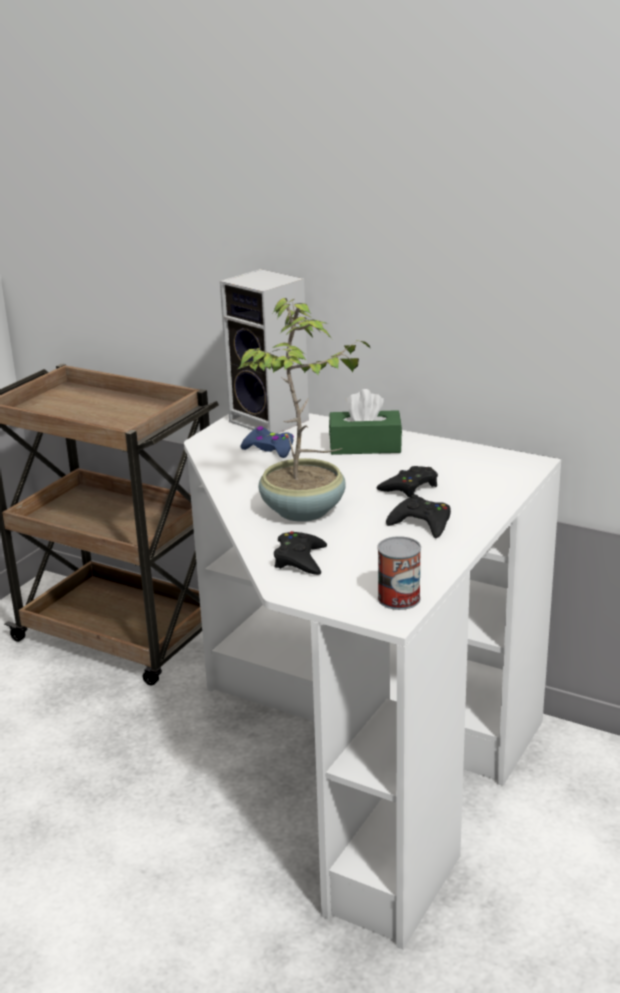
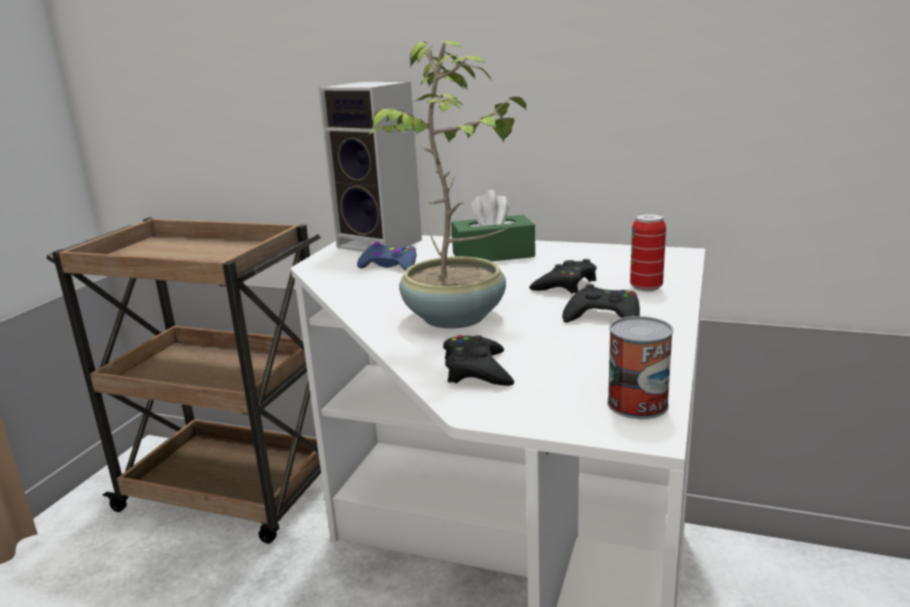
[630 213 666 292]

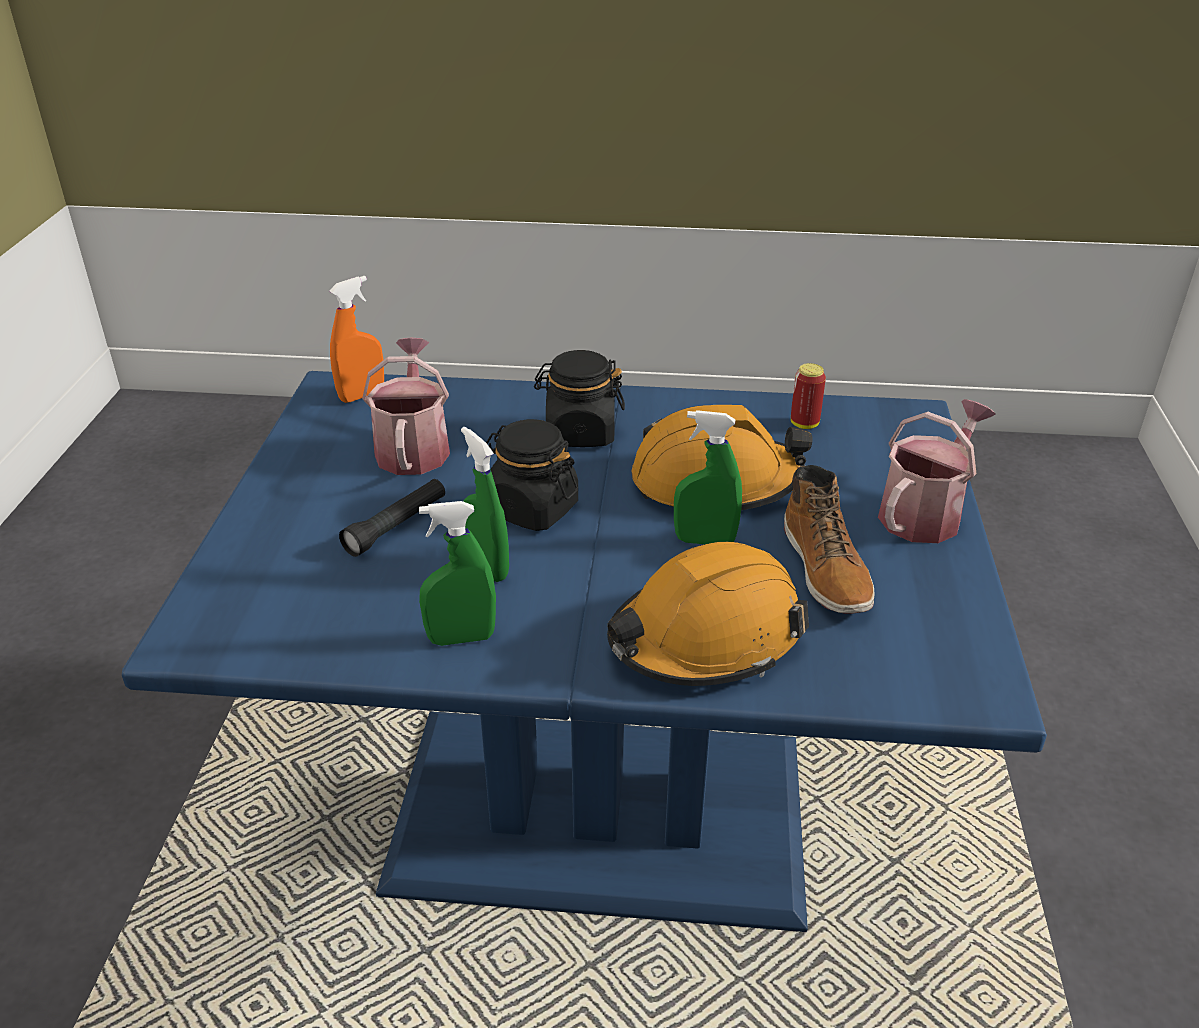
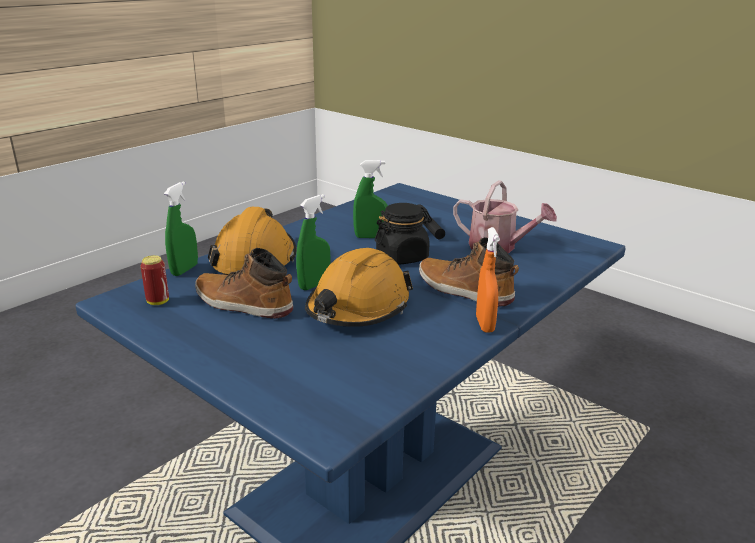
[141 255 169 305]
[164 182 198 276]
[419 237 519 306]
[476 227 500 333]
[878 399 996 543] (first image)

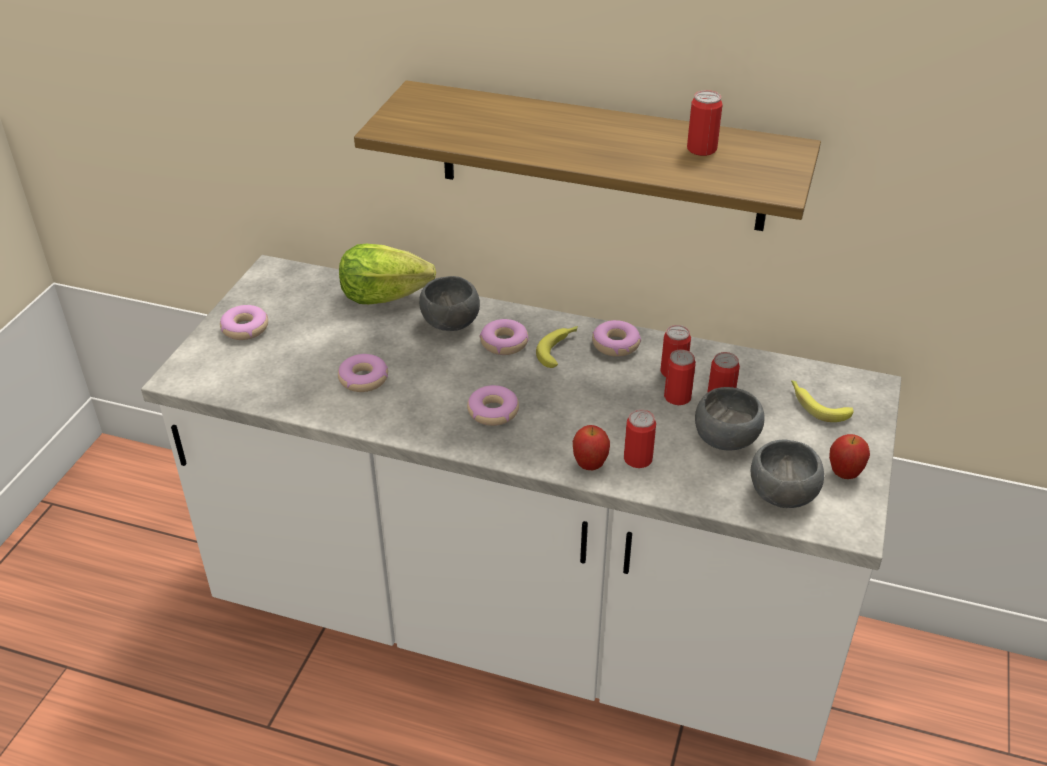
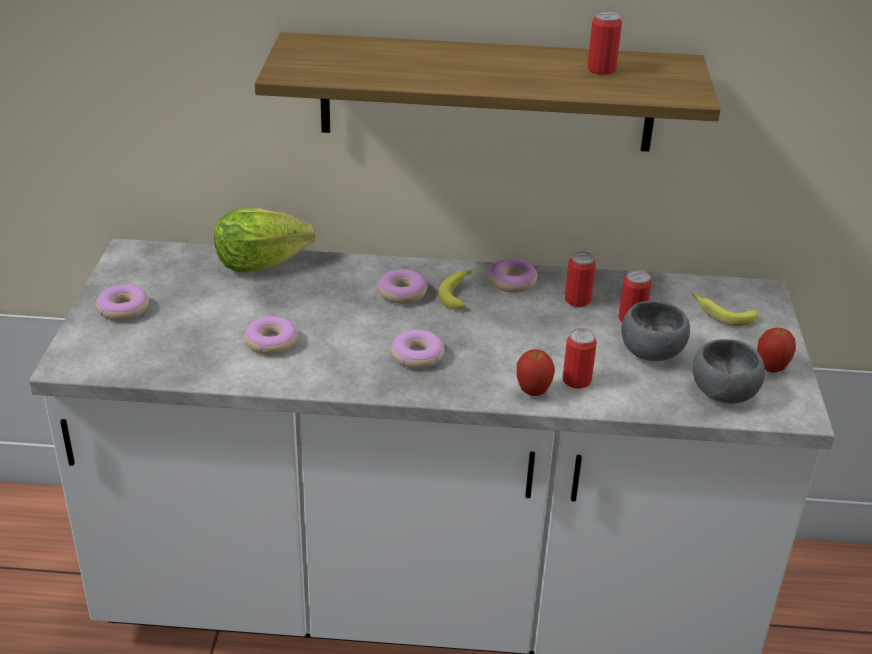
[419 276 480 331] (first image)
[664 349 696 405] (first image)

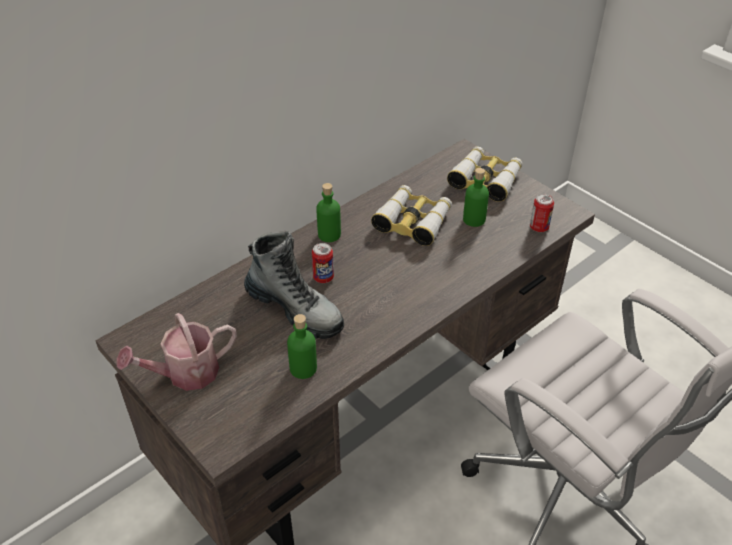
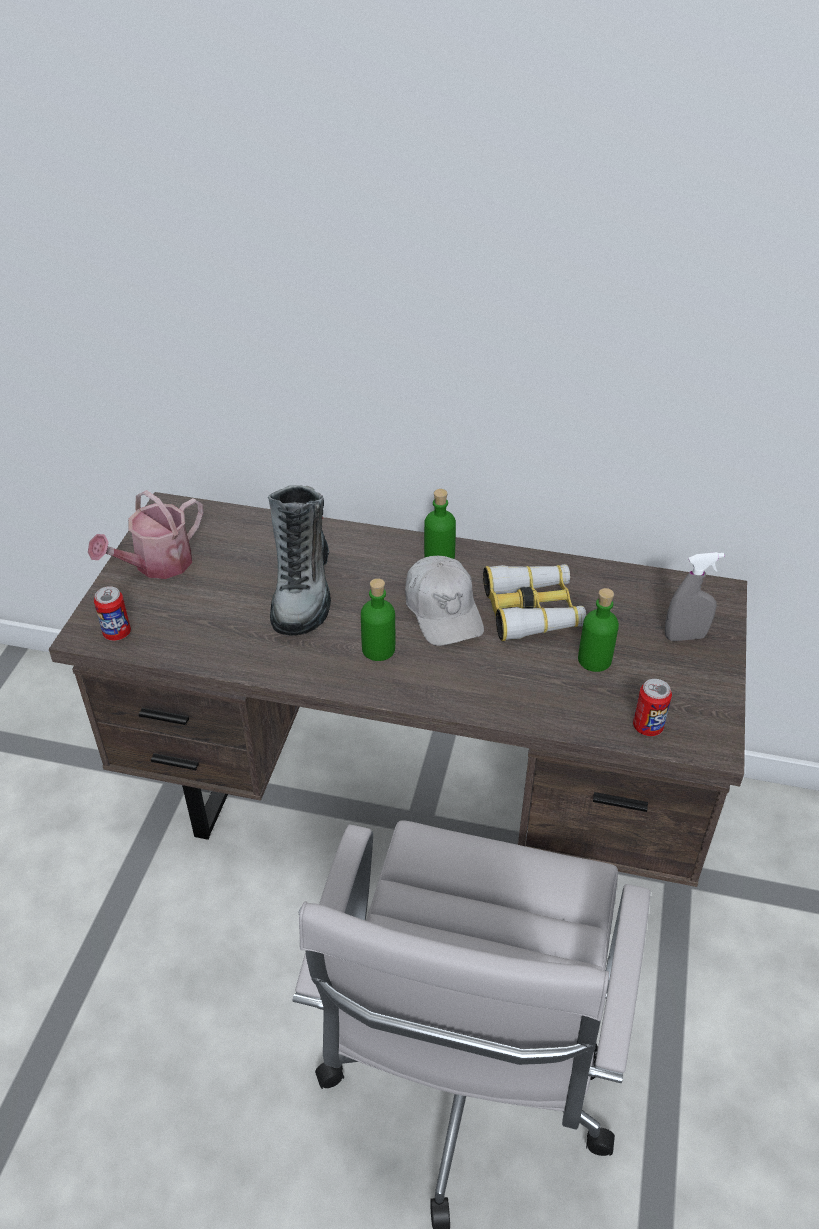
[88 490 204 579]
[94 586 131 641]
[361 578 395 661]
[405 556 484 646]
[665 552 724 641]

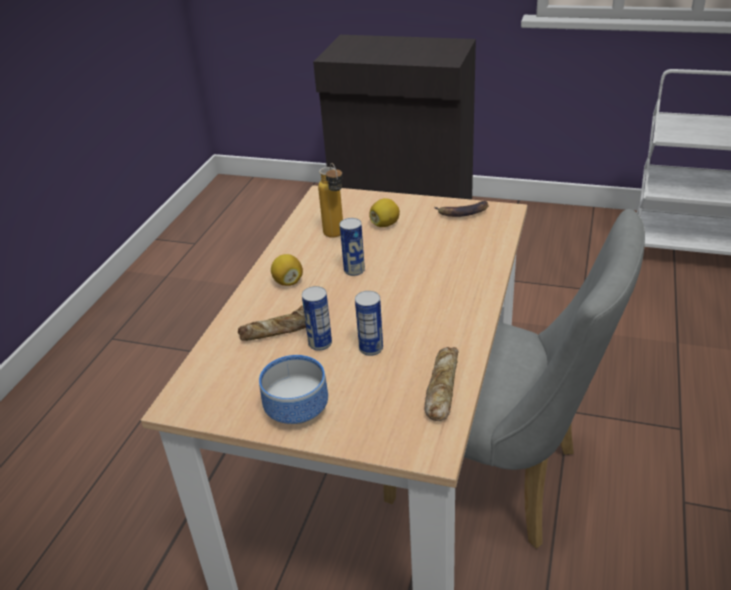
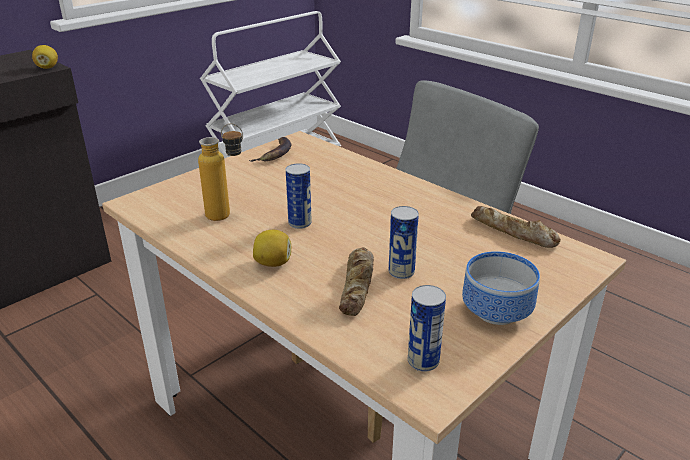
[32 45 58 69]
[408 285 446 372]

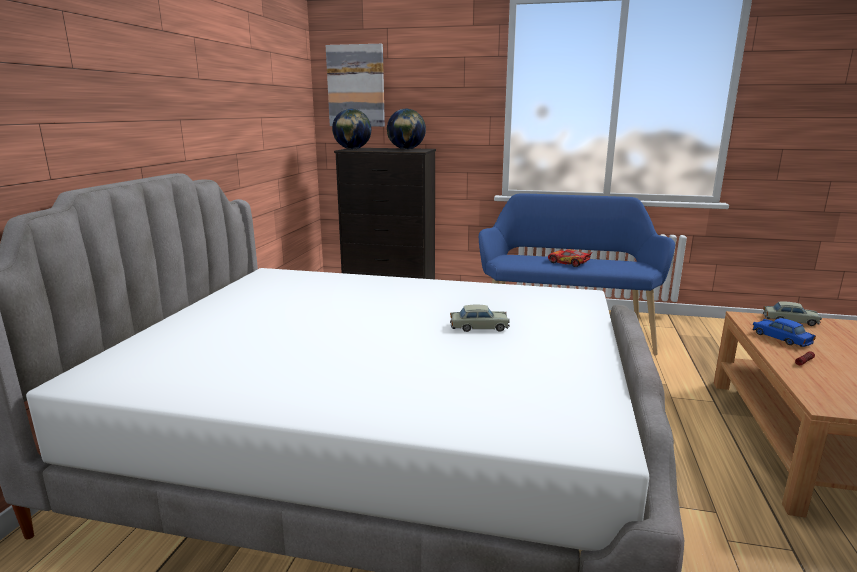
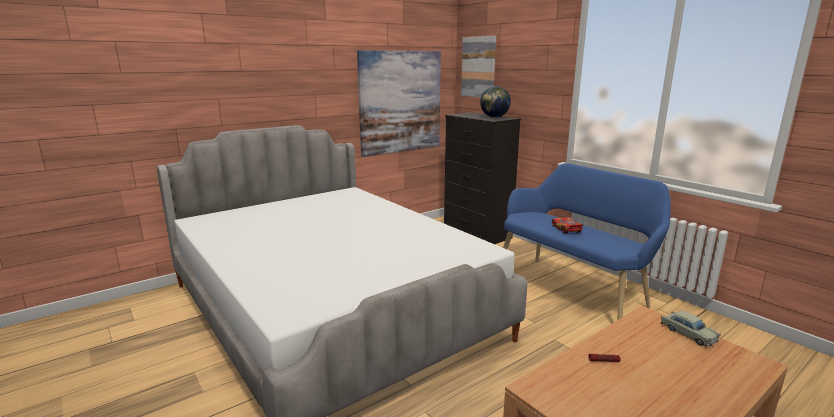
[357 50 441 157]
[332 109 371 149] (first image)
[450 305 510 332] (first image)
[753 318 816 347] (first image)

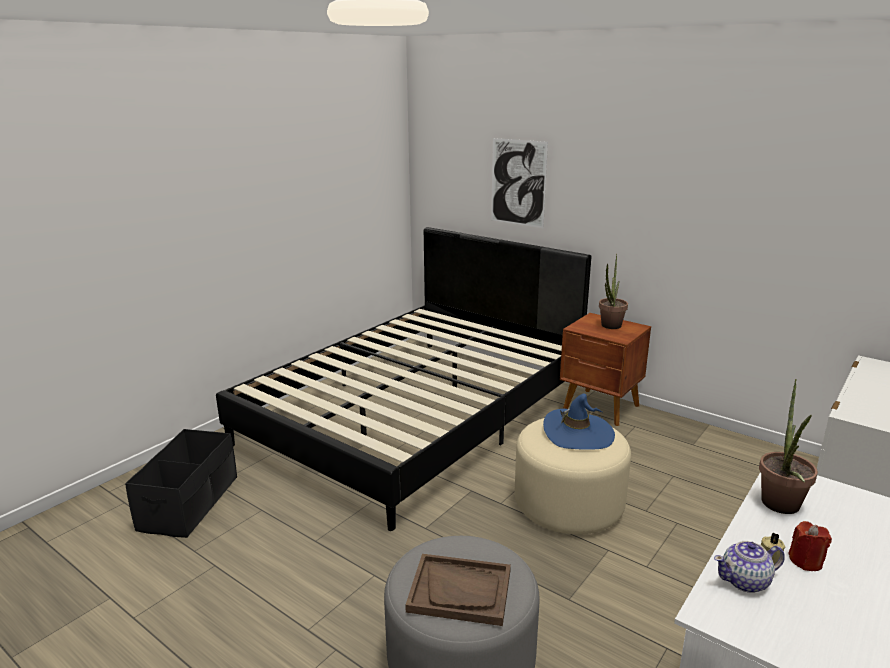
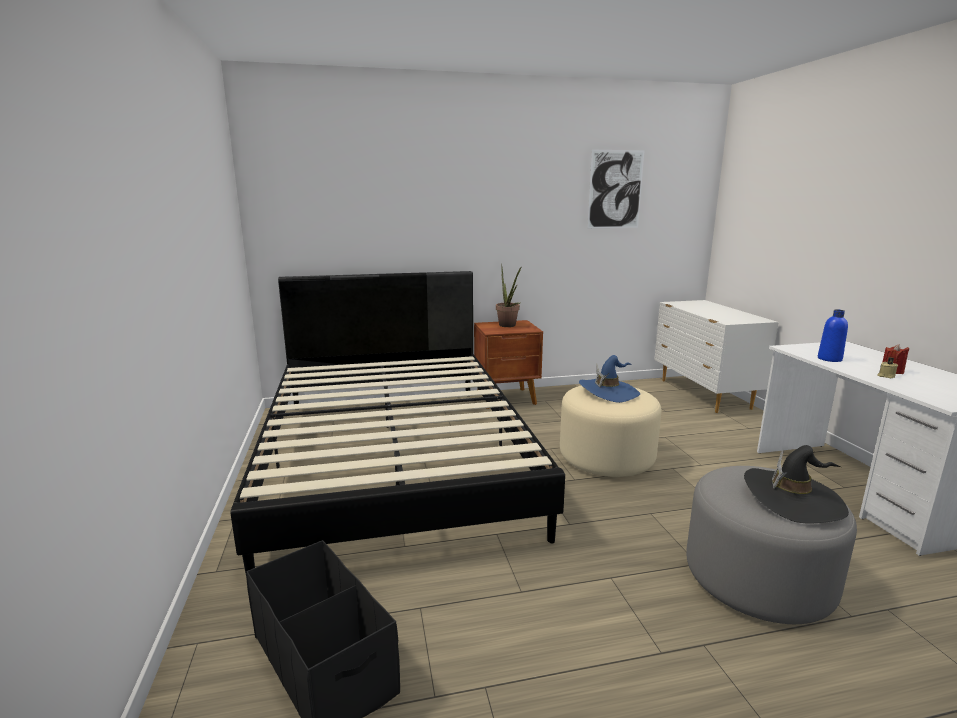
[587 150 645 228]
[744 445 849 523]
[818 309 848 362]
[714 541 785 593] (first image)

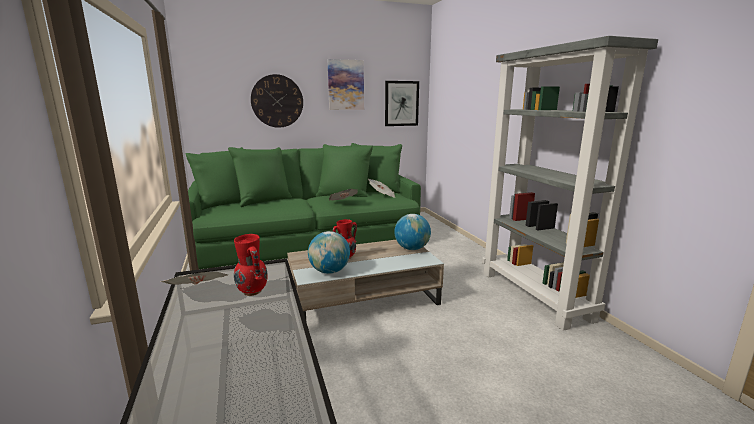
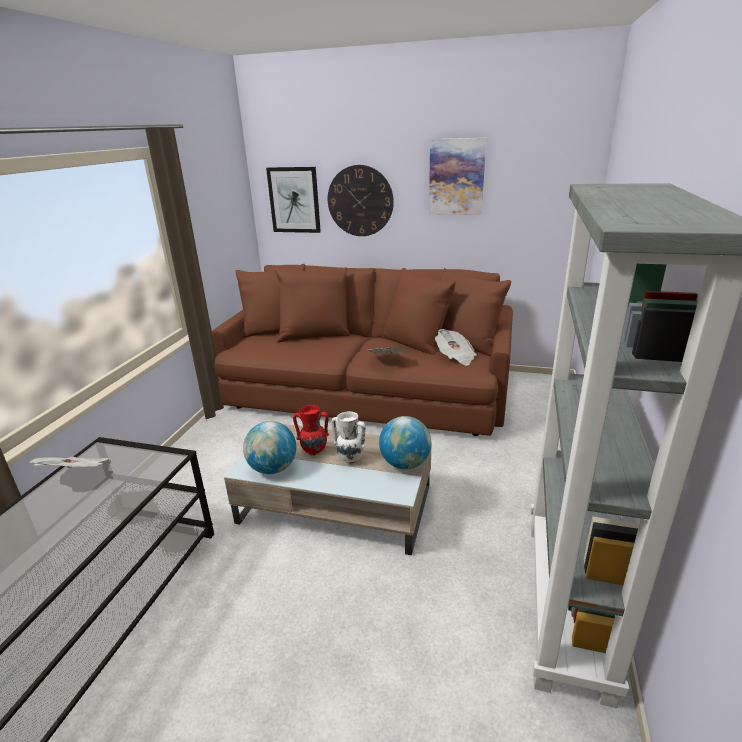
[212 264 513 436]
[266 167 321 233]
[331 411 366 464]
[234 234 268 296] (first image)

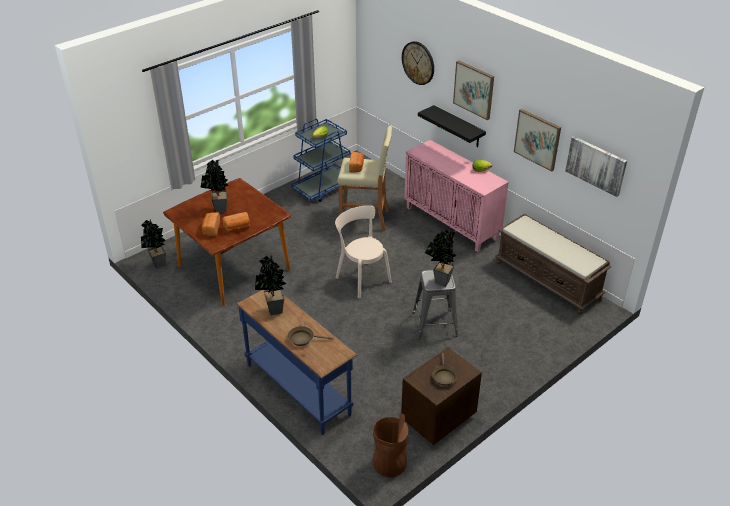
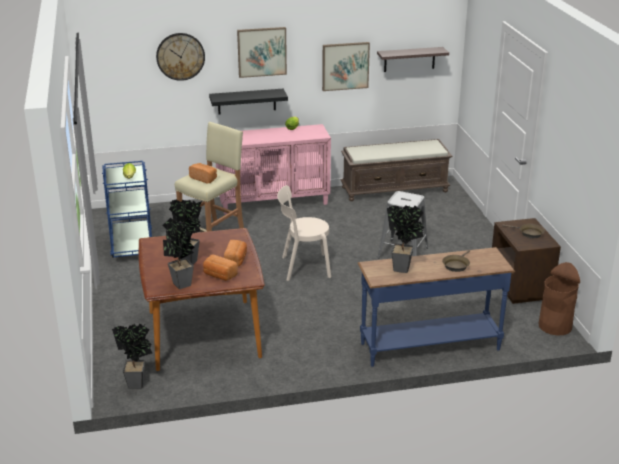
[162 218 195 289]
[377 47 449 72]

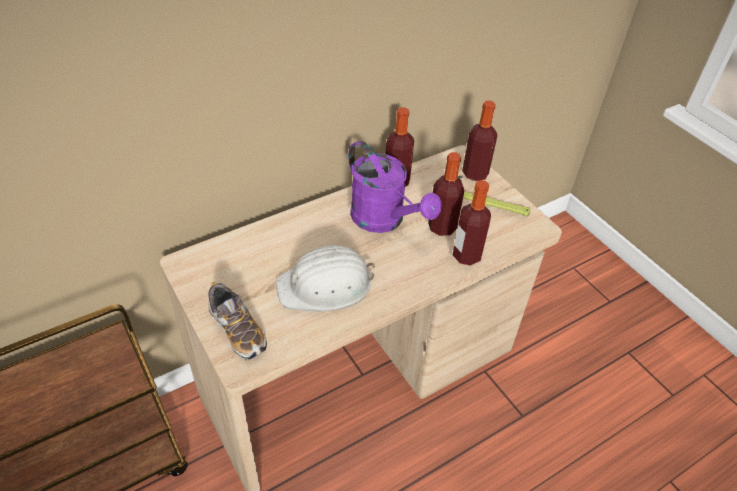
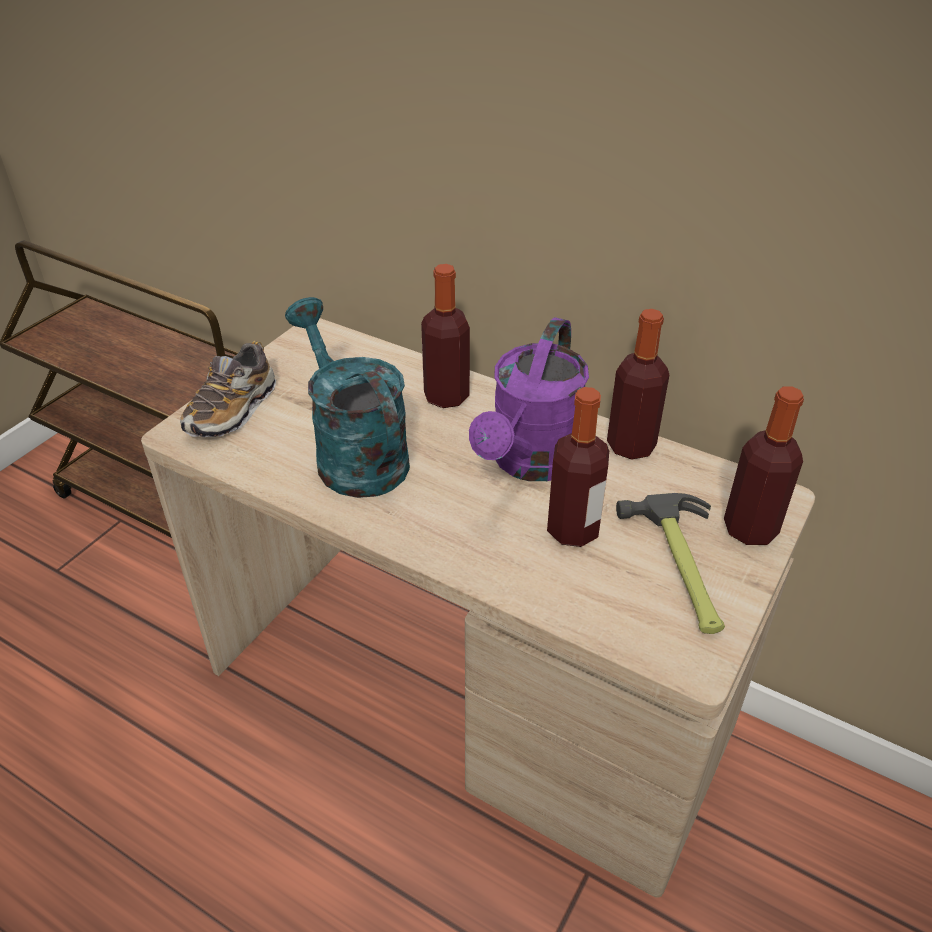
[285 297 410 498]
[421 264 470 408]

